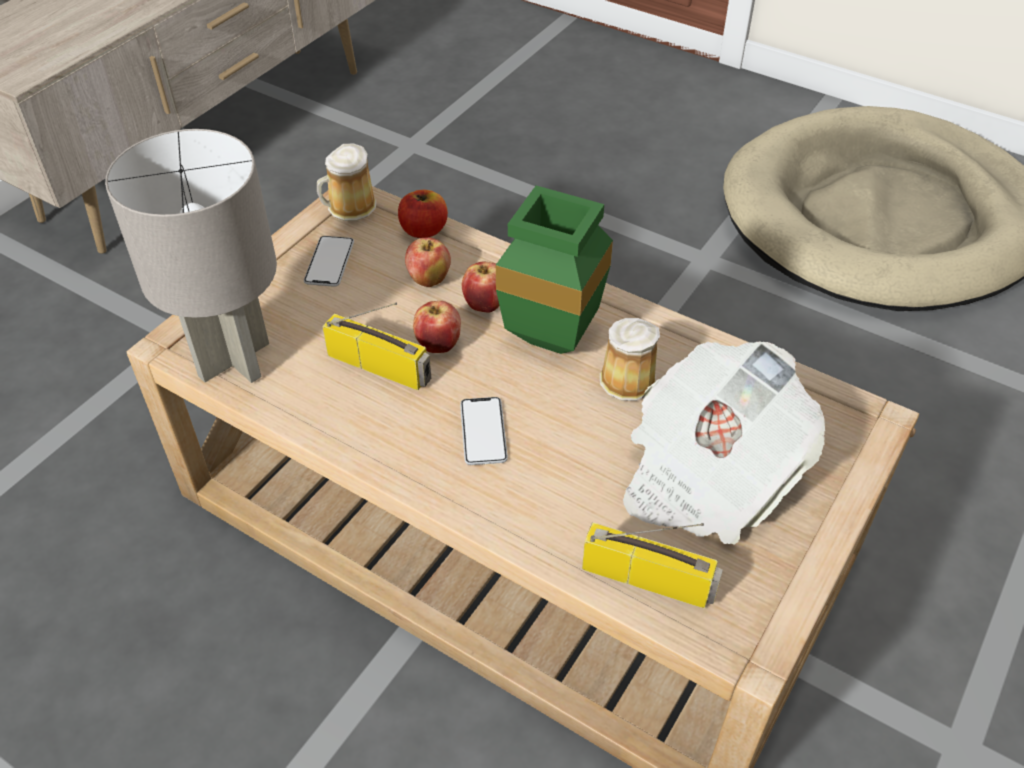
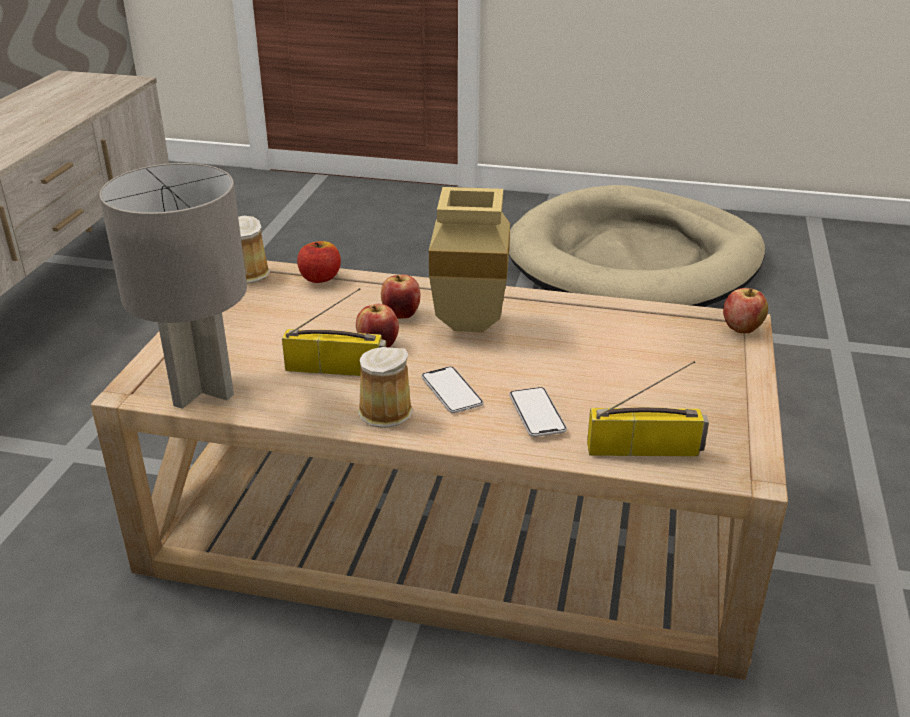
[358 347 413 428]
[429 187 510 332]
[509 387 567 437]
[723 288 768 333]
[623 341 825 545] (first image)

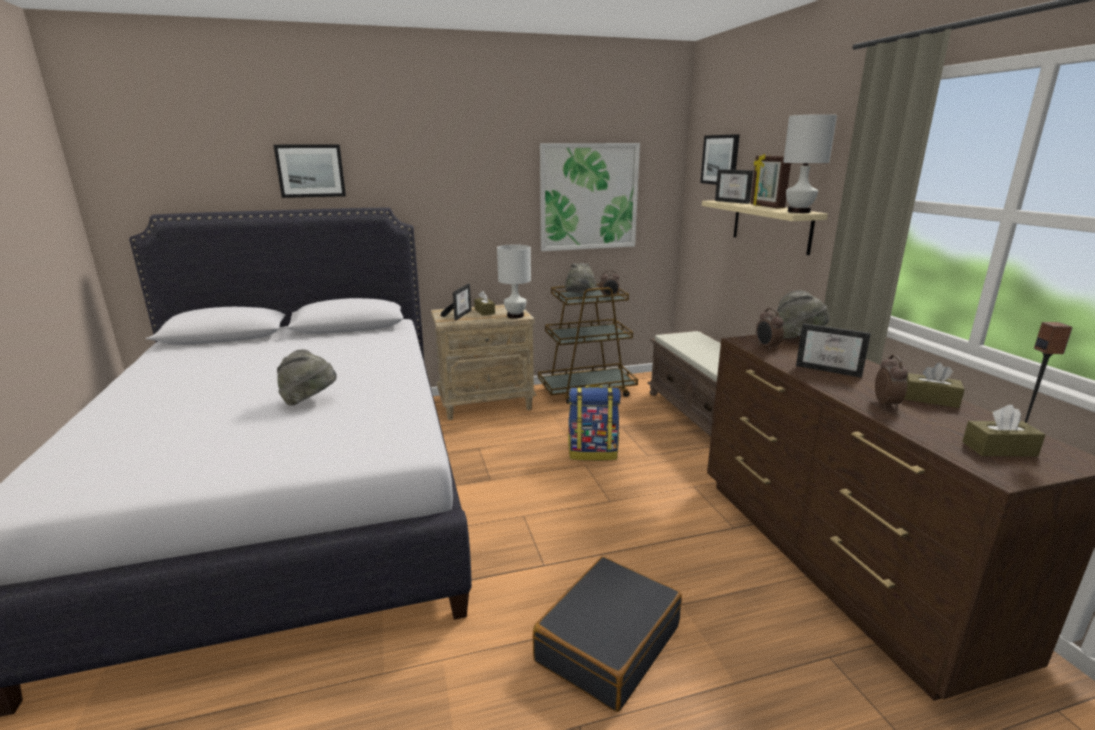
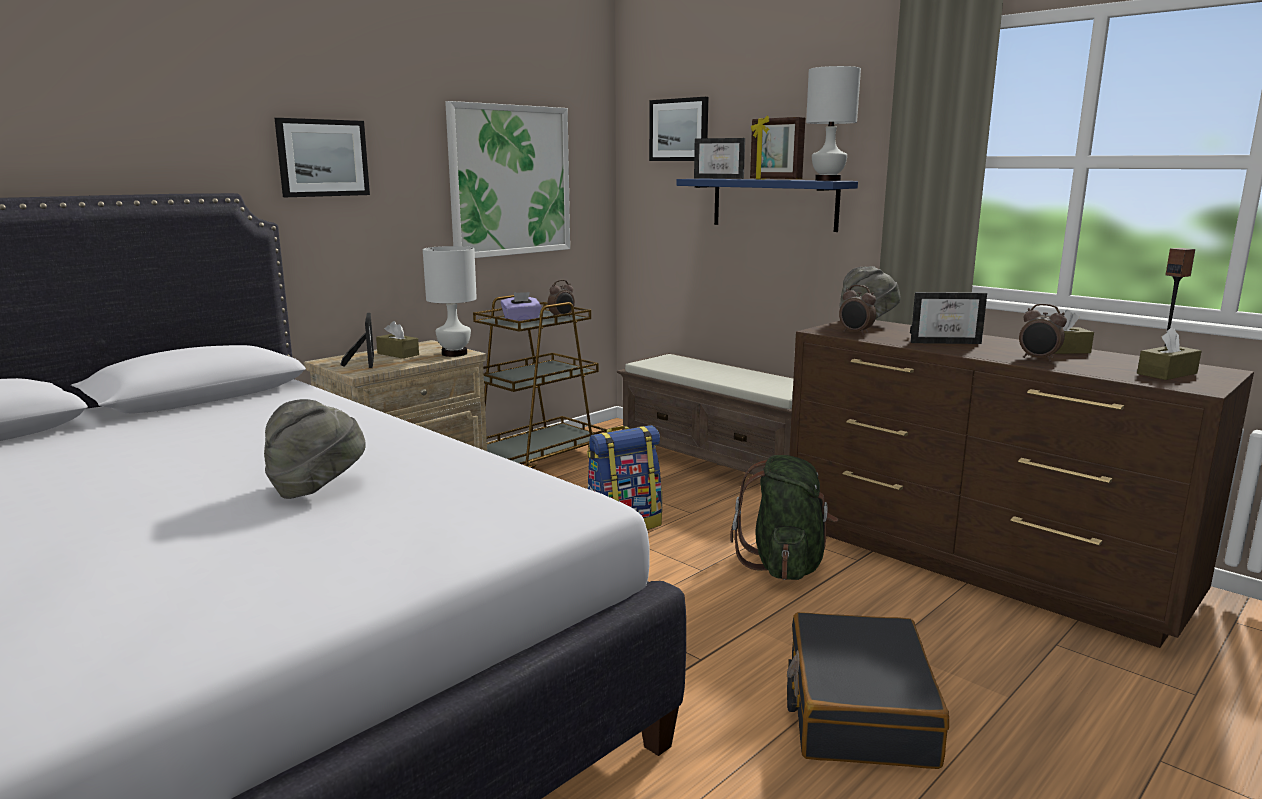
[274 118 370 197]
[501 292 542 321]
[676 179 858 232]
[730 455 838 580]
[1019 304 1067 362]

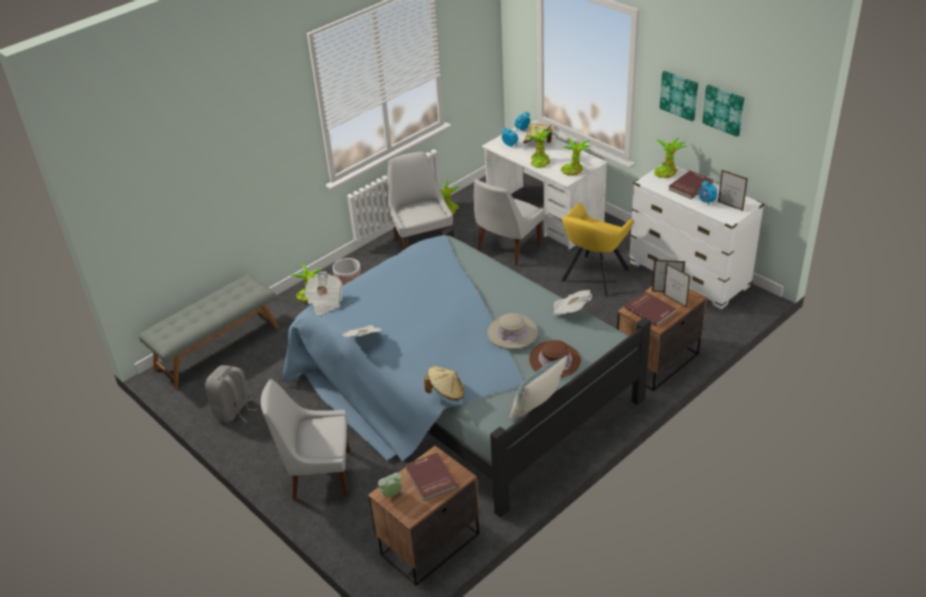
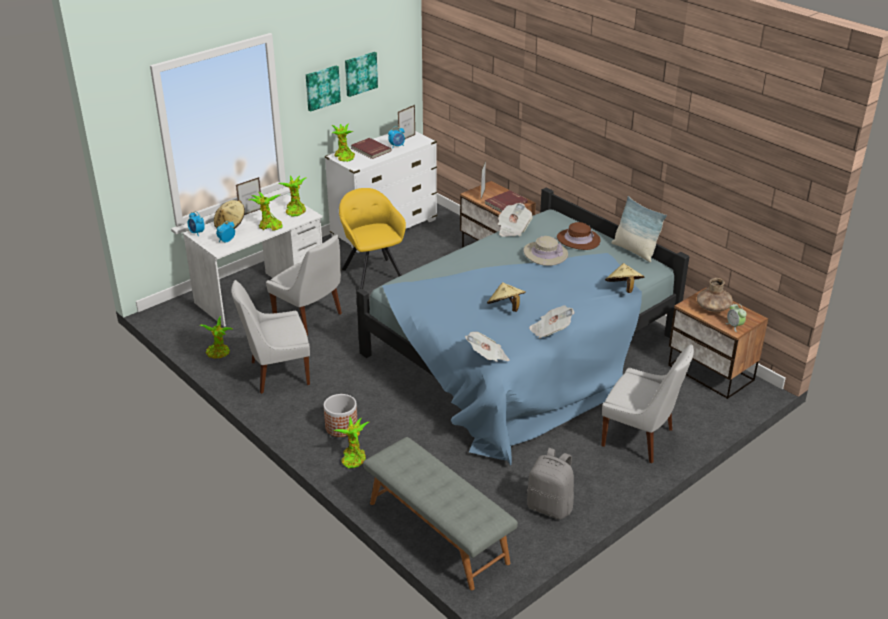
[236 177 261 215]
[339 188 406 289]
[487 282 526 312]
[601 344 694 463]
[697 278 733 312]

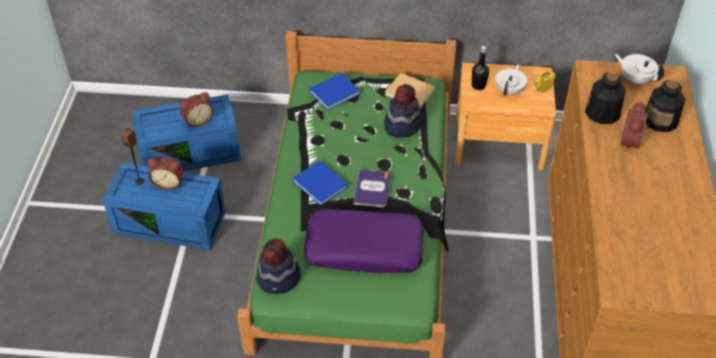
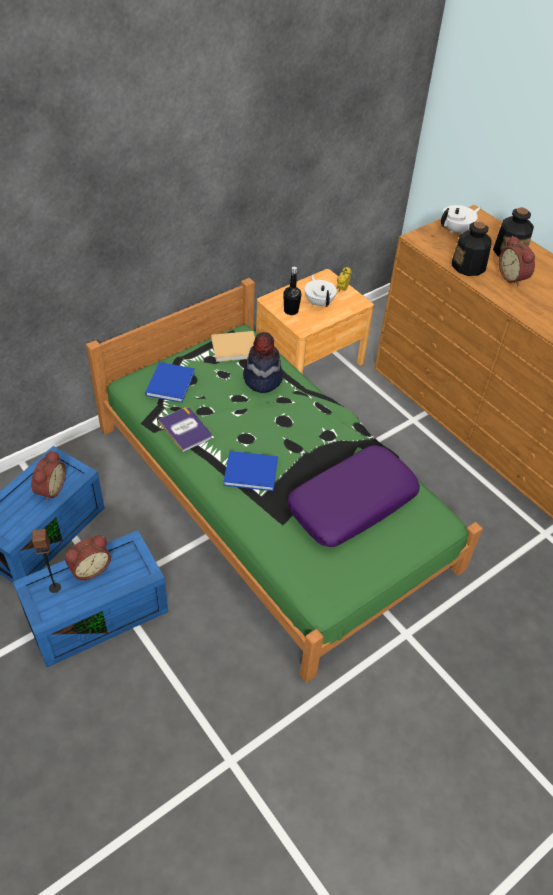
[158 407 212 452]
[441 205 481 234]
[256 239 301 294] (first image)

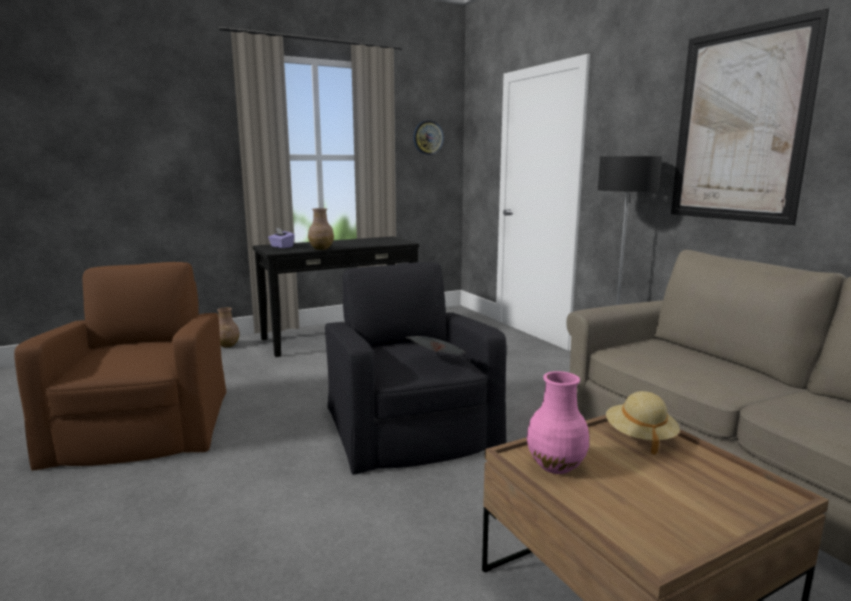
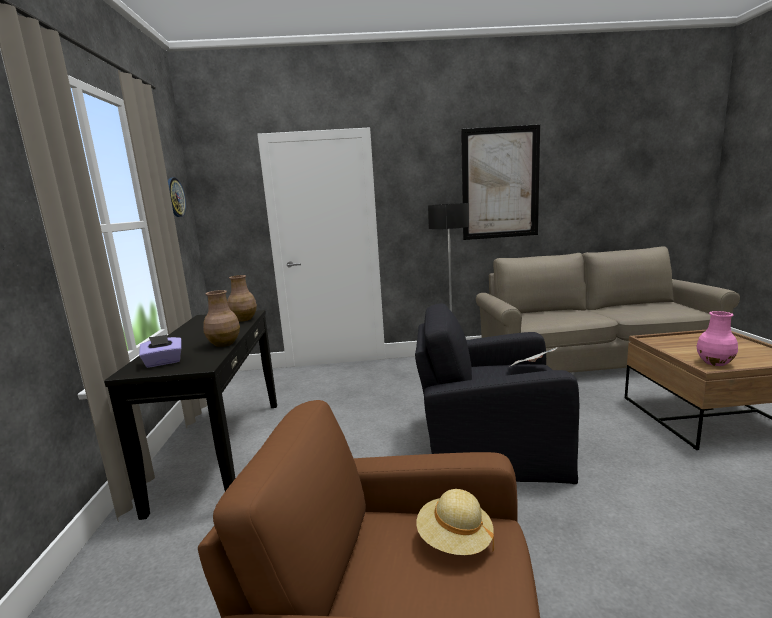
[227 275 257 322]
[417 489 494 555]

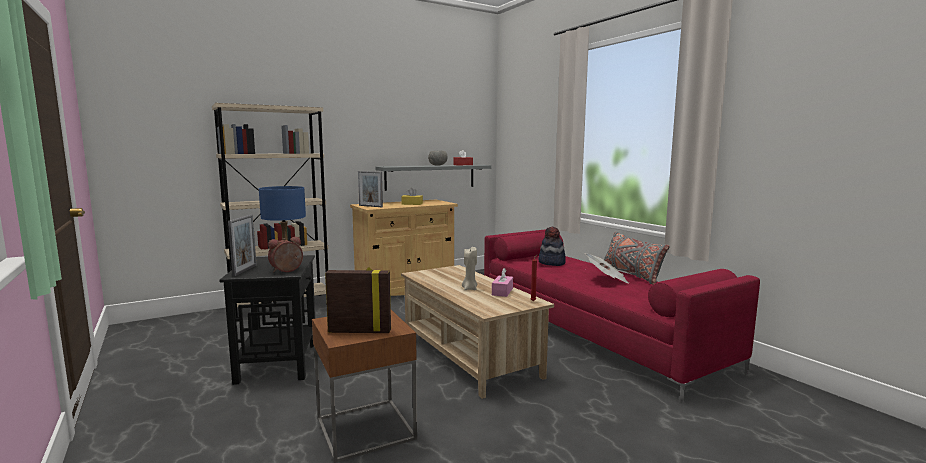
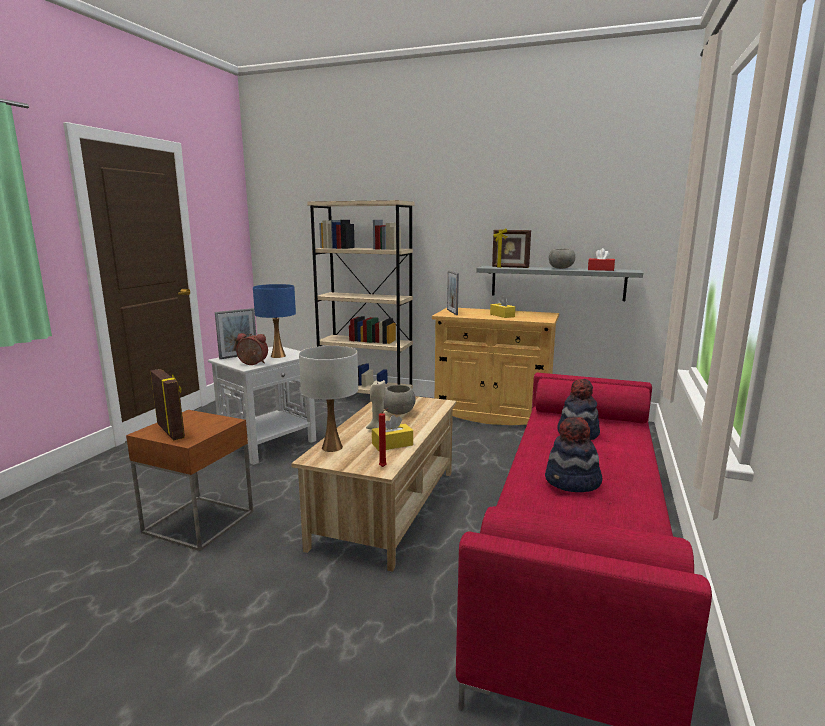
[208 347 316 465]
[299 346 358 452]
[372 415 413 451]
[384 385 415 415]
[492 228 531 268]
[545 417 602 492]
[604 232 670 285] (first image)

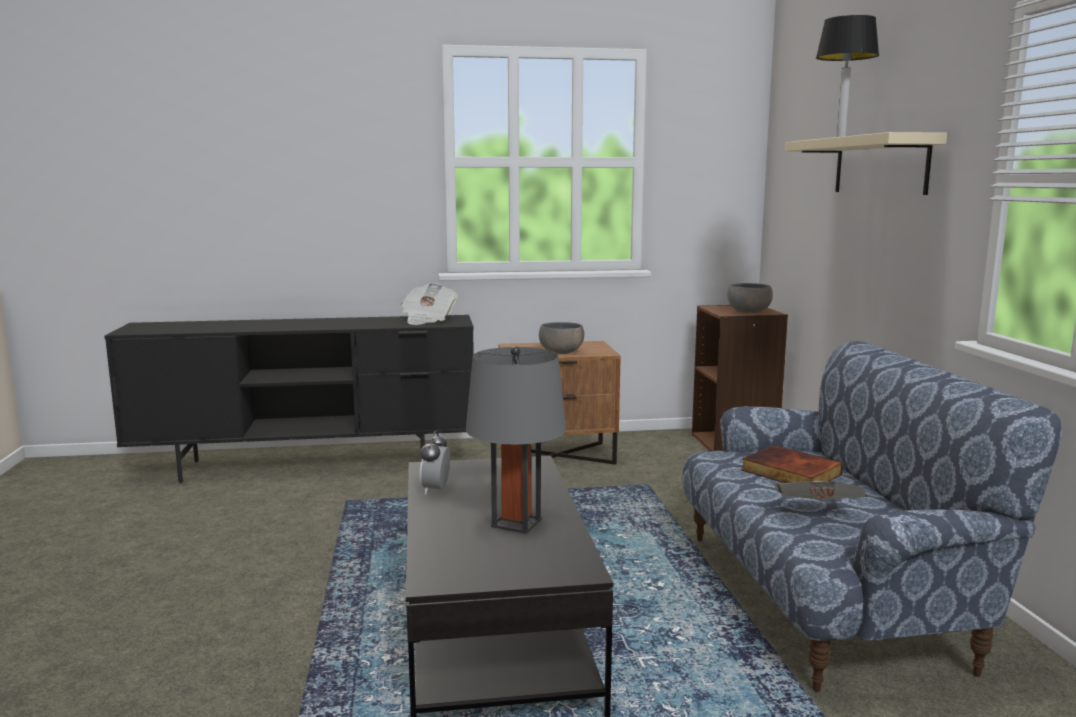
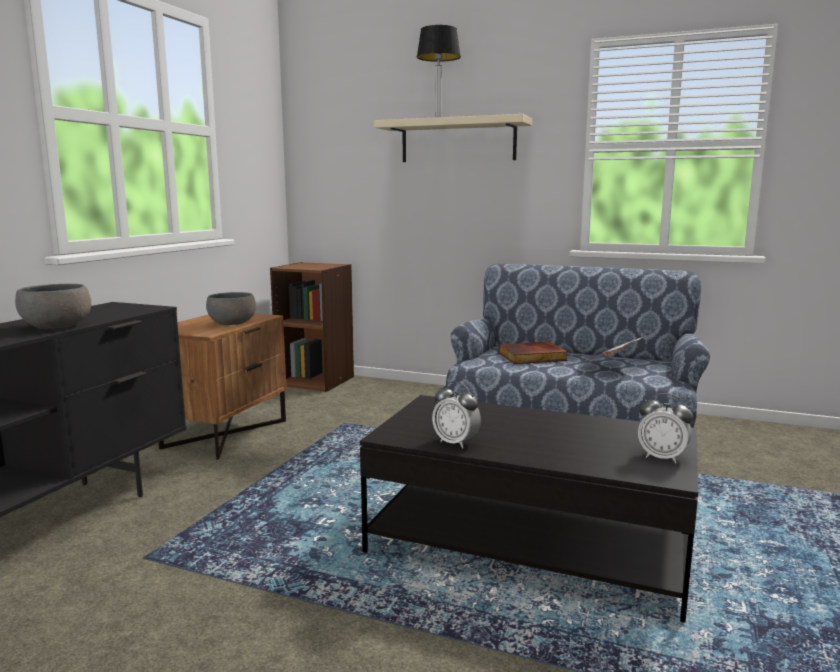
[15 284 91 329]
[638 393 693 464]
[401 283 458 325] (first image)
[466 346 566 534] (first image)

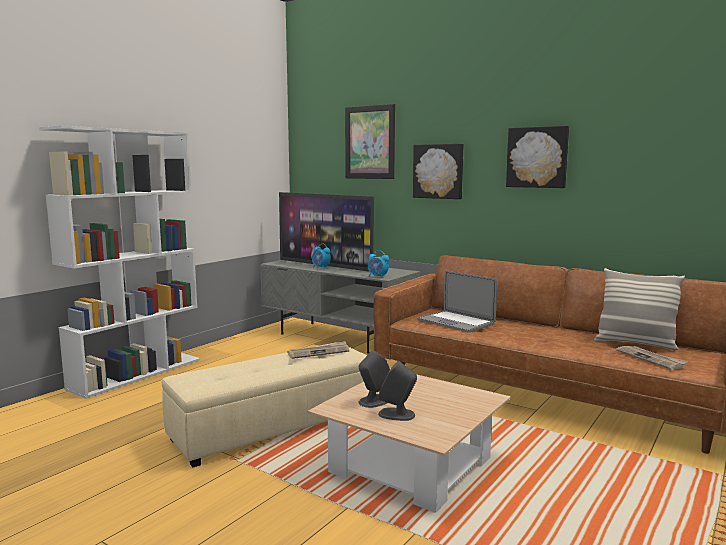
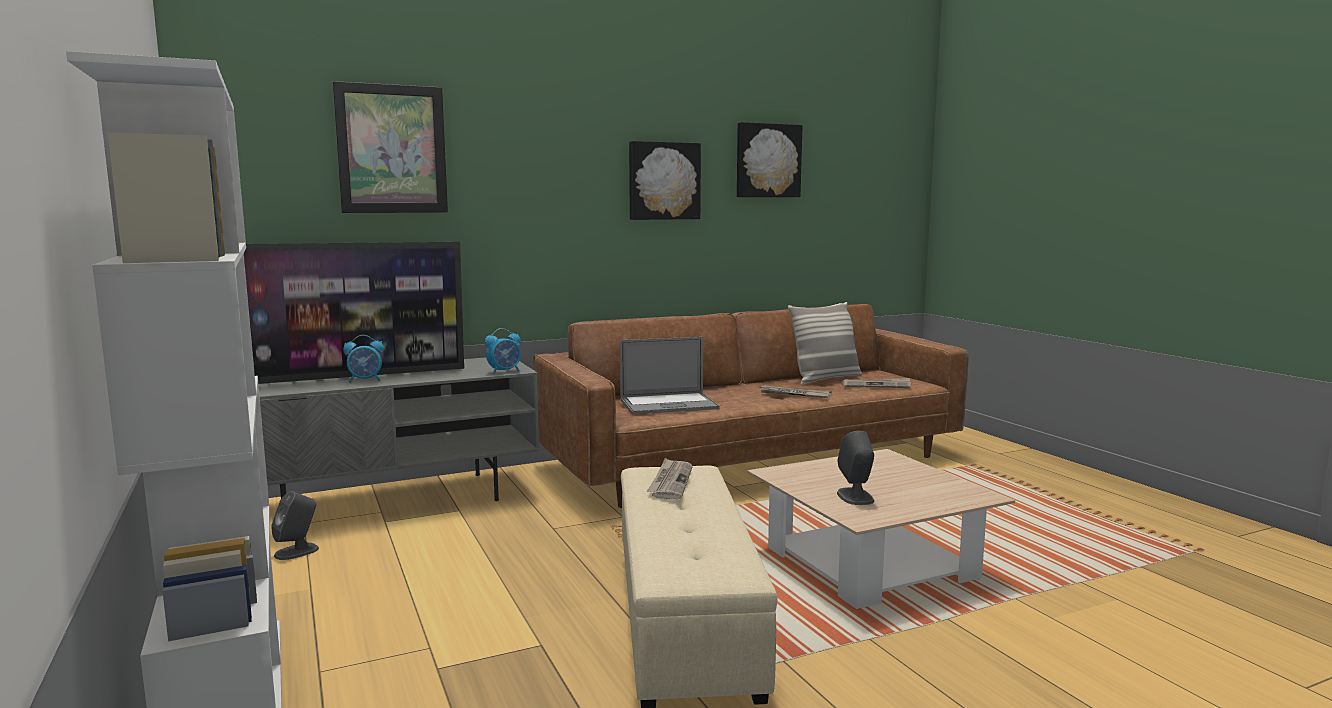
[271 491 319 560]
[737 122 803 197]
[759 385 832 398]

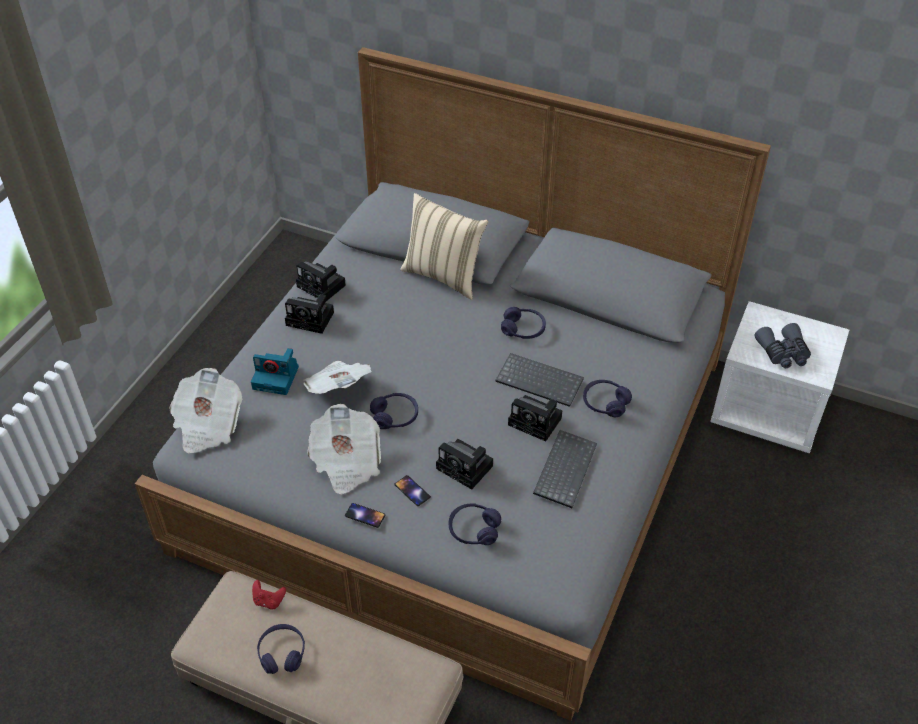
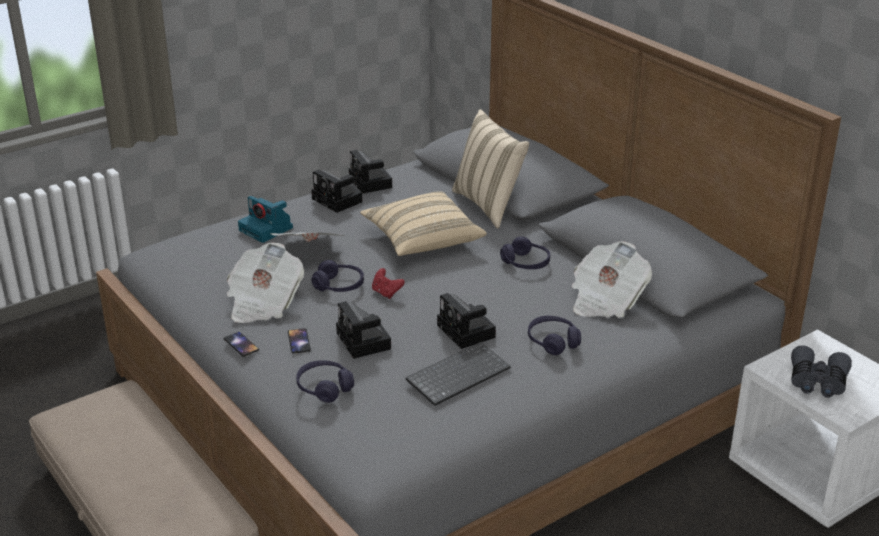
[360 191 487 256]
[372 268 405 299]
[572 241 652 318]
[257 624 305 674] (first image)
[495 353 584 407] (first image)

